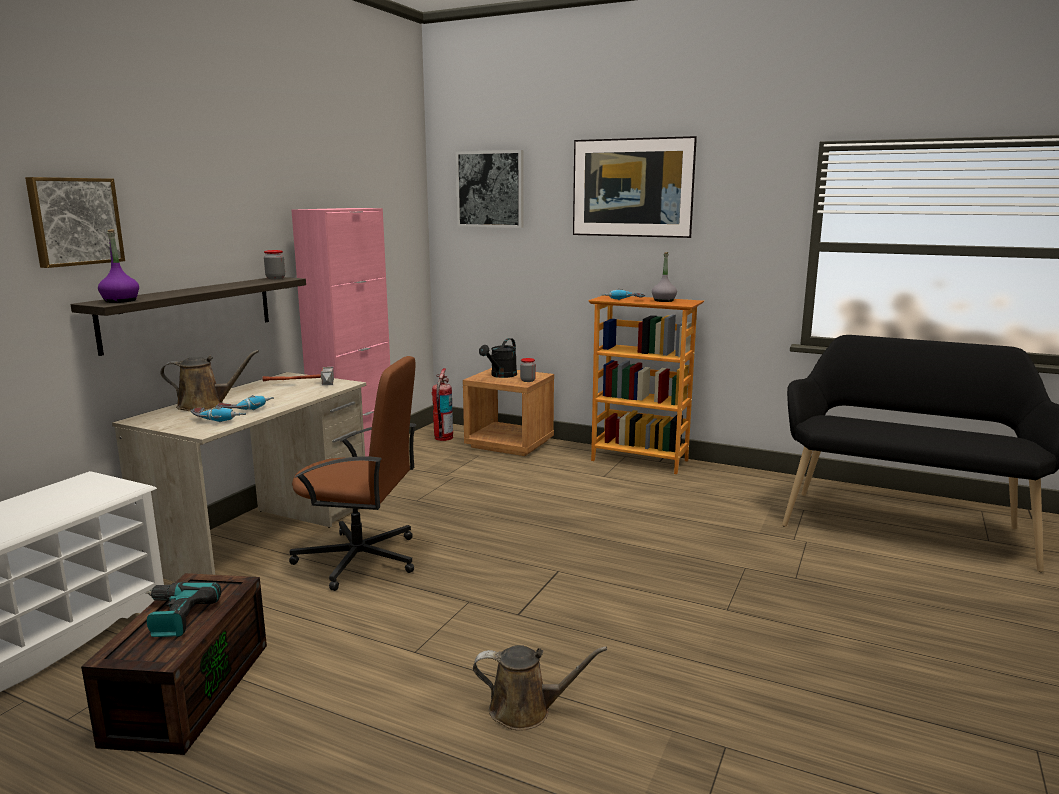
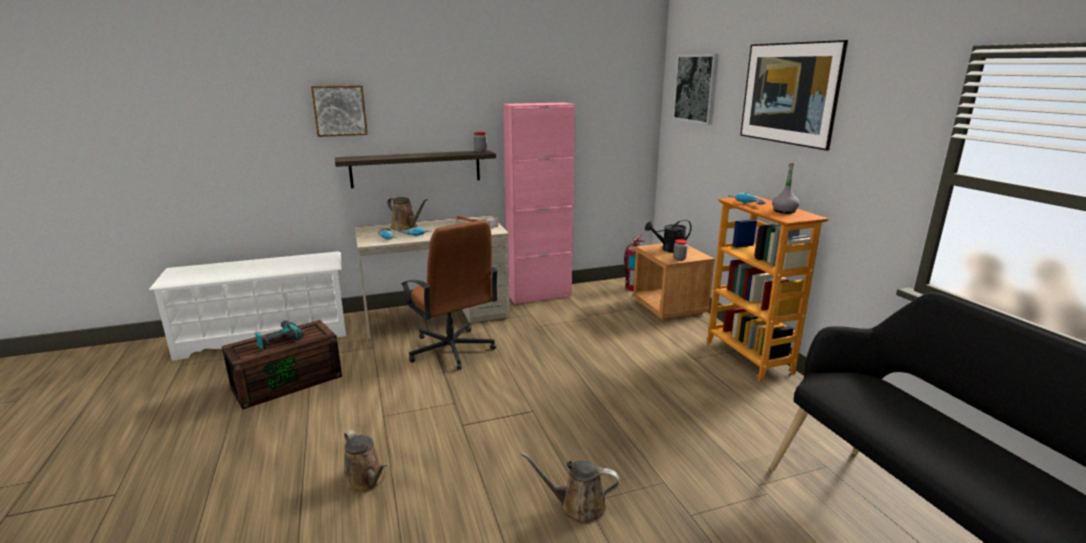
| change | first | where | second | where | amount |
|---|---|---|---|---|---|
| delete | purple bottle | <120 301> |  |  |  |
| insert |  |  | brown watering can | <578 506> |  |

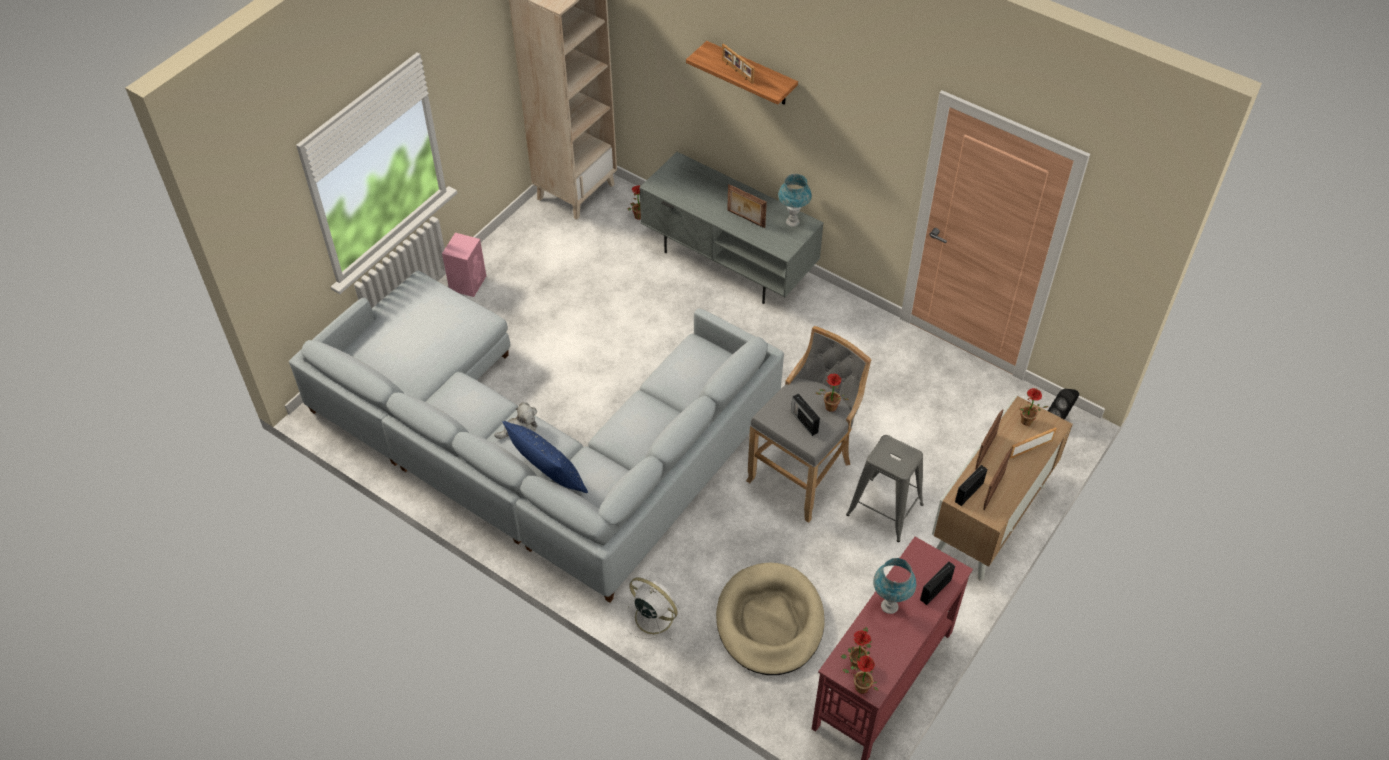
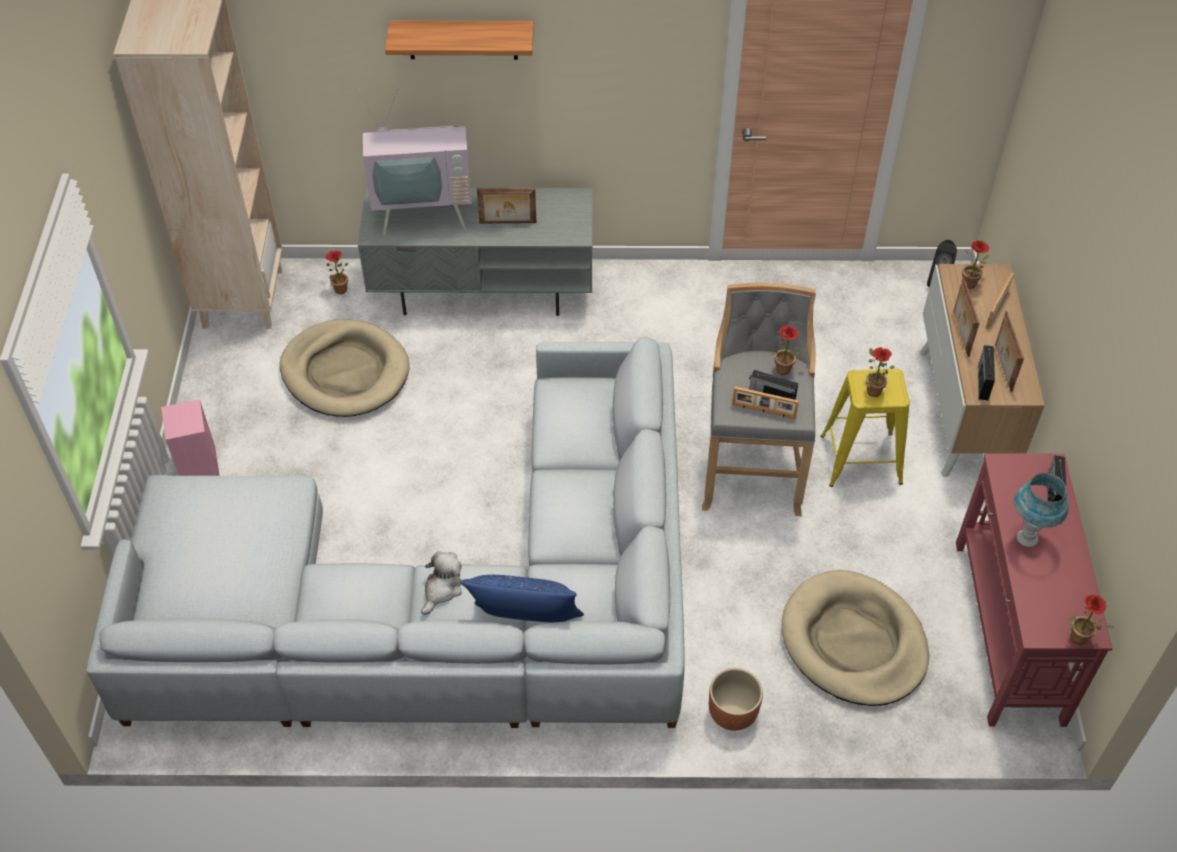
| change | first | where | second | where | amount |
|---|---|---|---|---|---|
| delete | blue table lamp | <792 222> |  |  |  |
| insert |  |  | beige dog bed | <345 372> |  |
| insert |  |  | television | <424 214> |  |
| move | picture frame | <737 71> |  | <763 411> |  |
| move | potted plant | <857 660> |  | <871 389> |  |
| replace | white fan | <652 616> | brown planter | <732 713> |  |
| recolor | grey stool | <884 509> | yellow stool | <861 459> |  |

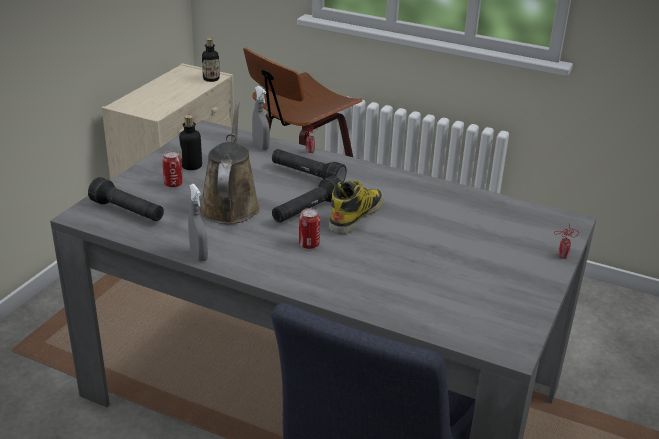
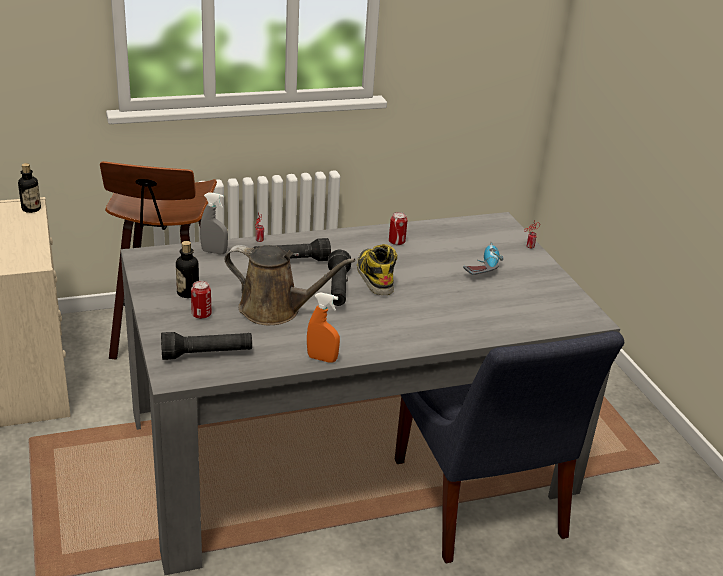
| change | first | where | second | where | amount |
|---|---|---|---|---|---|
| insert |  |  | power drill | <482 266> |  |
| move | can | <309 244> |  | <396 242> |  |
| recolor | grey spray bottle | <199 255> | orange spray bottle | <322 359> |  |
| rotate | brown watering can | <230 204> |  | <275 310> | 150 degrees clockwise |

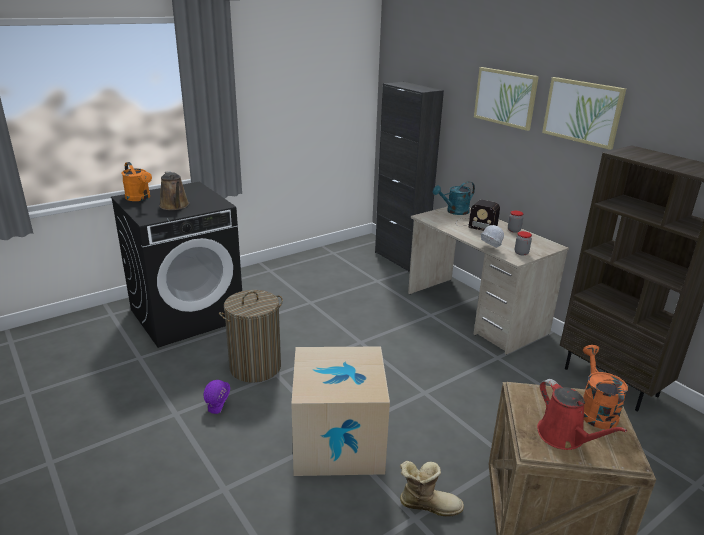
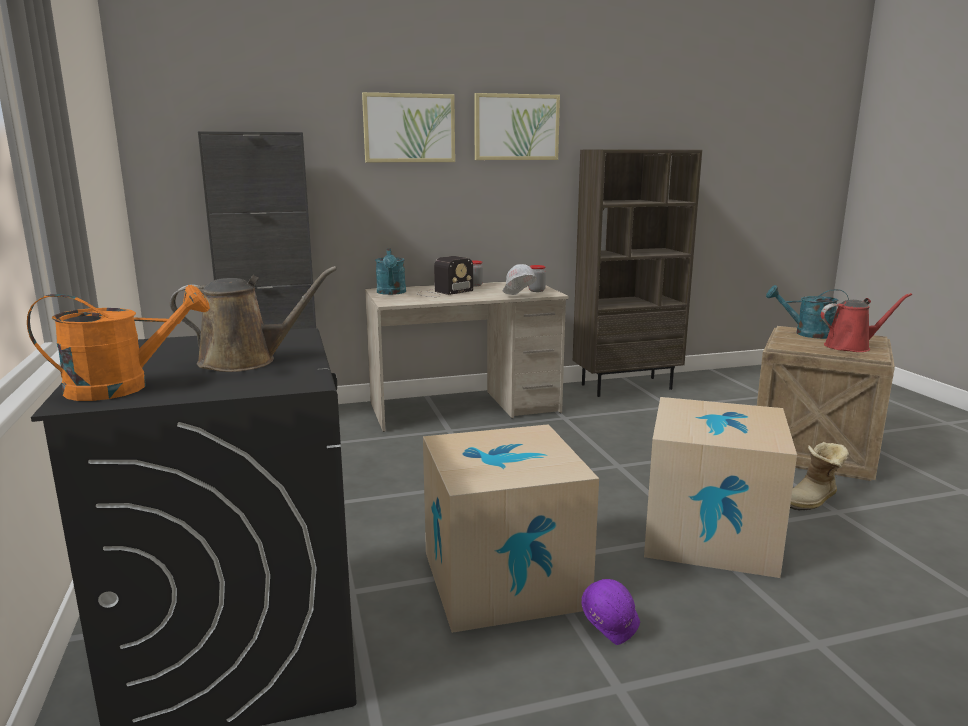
| change | first | where | second | where | amount |
|---|---|---|---|---|---|
| replace | laundry basket | <255 367> | cardboard box | <503 579> |  |
| recolor | orange watering can | <595 410> | turquoise watering can | <806 334> |  |
| rotate | boot | <428 504> |  | <813 500> | 150 degrees counterclockwise |

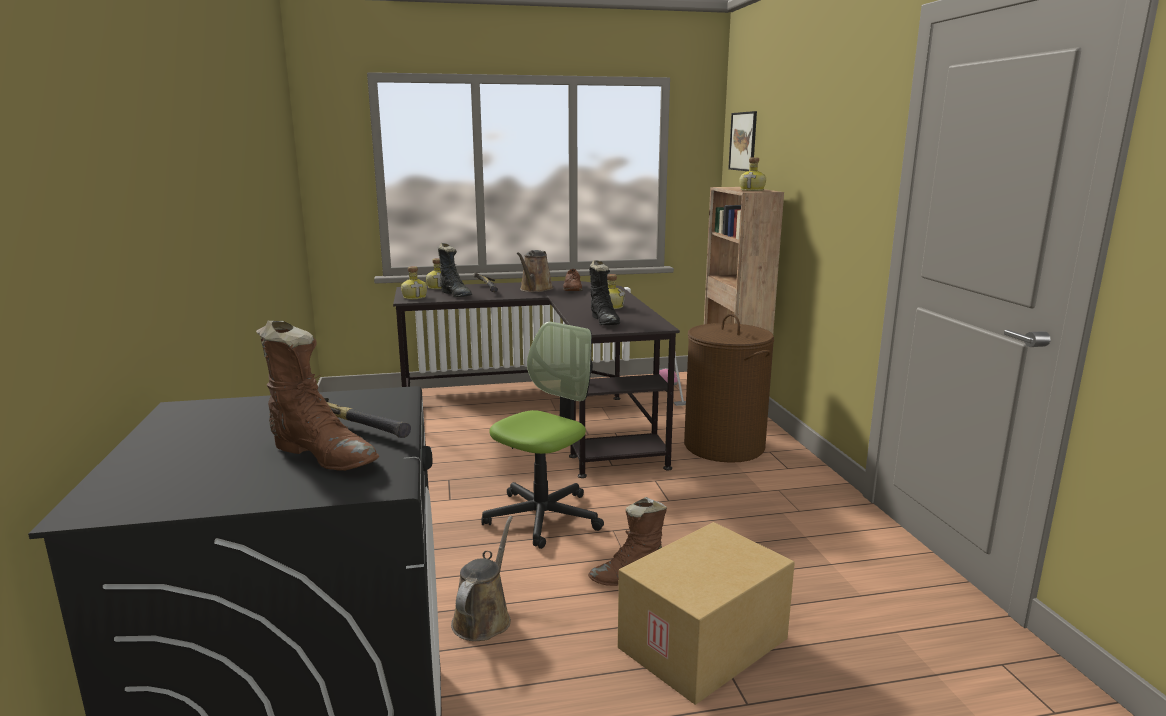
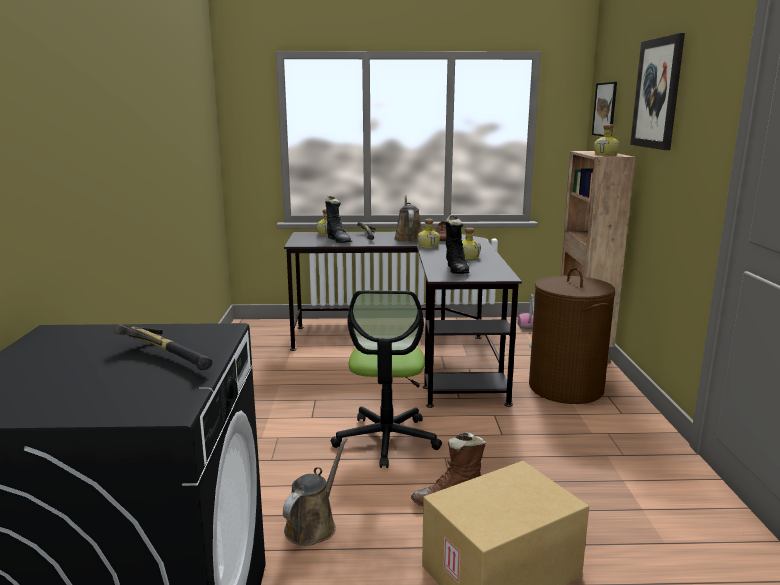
| change | first | where | second | where | amount |
|---|---|---|---|---|---|
| delete | brown boot | <324 455> |  |  |  |
| insert |  |  | picture | <657 93> |  |
| move | bottle | <415 297> |  | <428 246> |  |
| rotate | office chair | <543 517> |  | <386 440> | 135 degrees clockwise |
| rotate | brown watering can | <535 289> |  | <408 238> | 150 degrees clockwise |

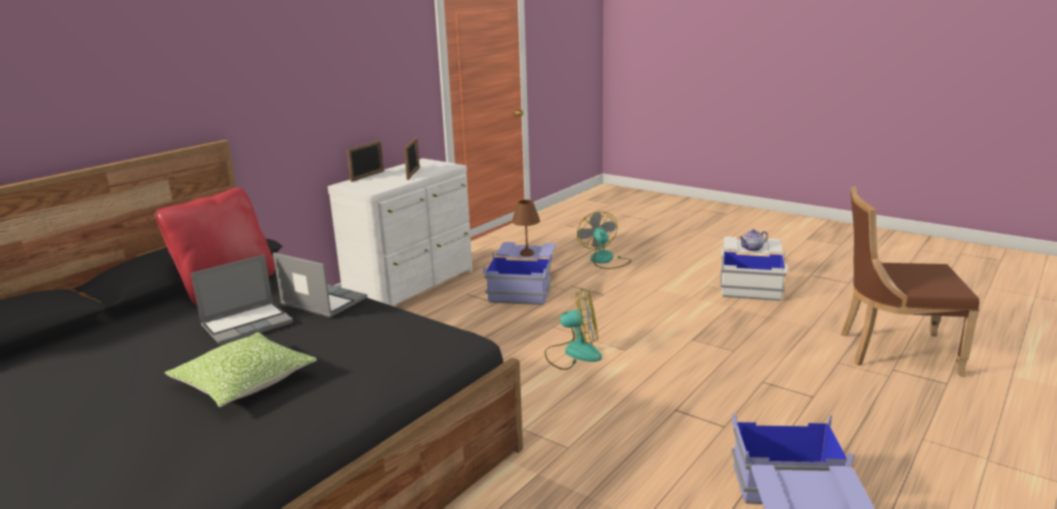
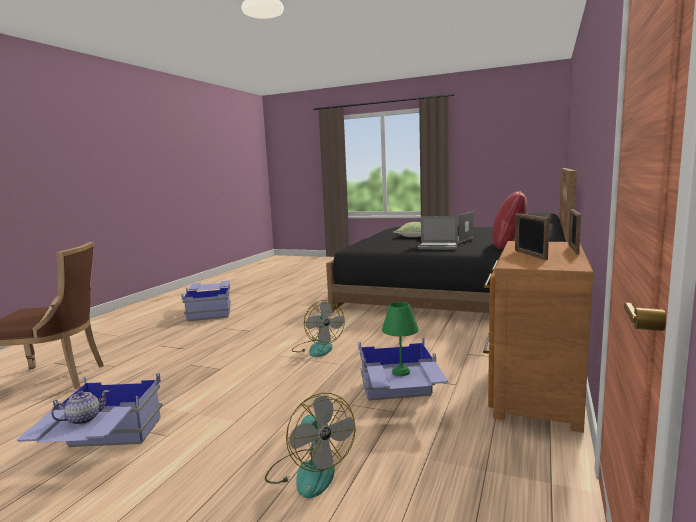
| change | first | where | second | where | amount |
|---|---|---|---|---|---|
| recolor | white dresser | <413 285> | brown dresser | <533 387> |  |
| recolor | brown table lamp | <526 254> | green table lamp | <401 372> |  |
| recolor | white storage box | <750 283> | blue storage box | <101 449> |  |
| rotate | fan | <573 353> |  | <317 348> | 105 degrees counterclockwise |

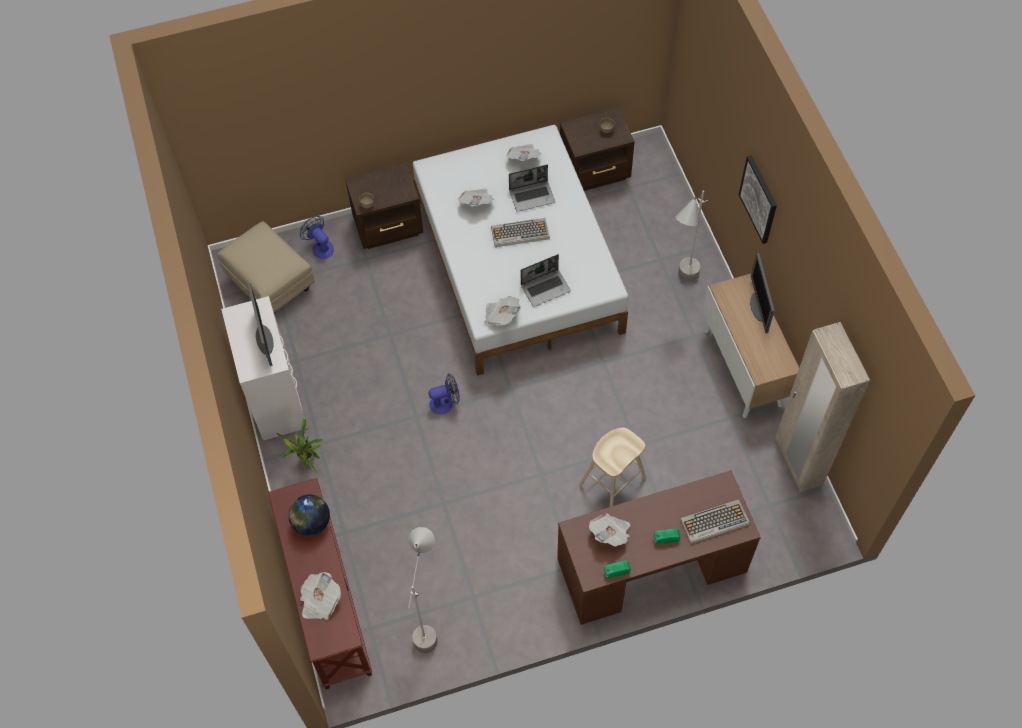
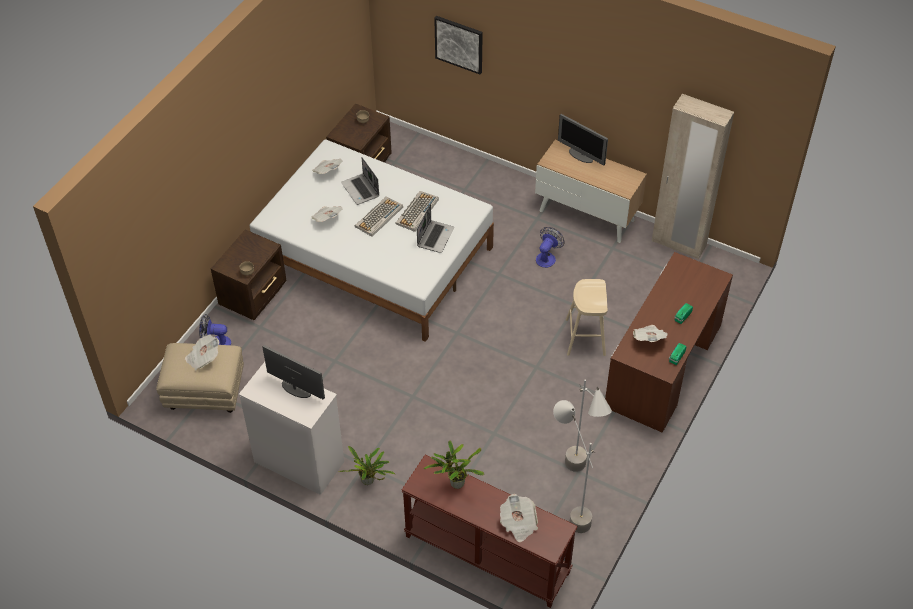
| change | first | where | second | where | amount |
|---|---|---|---|---|---|
| move | fan | <445 403> |  | <547 257> |  |
| move | newspaper | <501 315> |  | <203 358> |  |
| move | grey floor lamp | <681 287> |  | <581 477> |  |
| move | keyboard | <714 522> |  | <417 212> |  |
| move | picture | <759 199> |  | <459 44> |  |
| replace | globe | <311 523> | potted plant | <455 483> |  |
| rotate | laptop | <532 196> |  | <361 190> | 120 degrees clockwise |

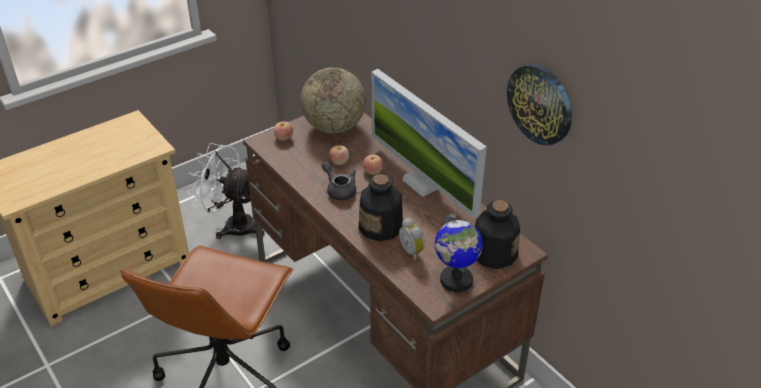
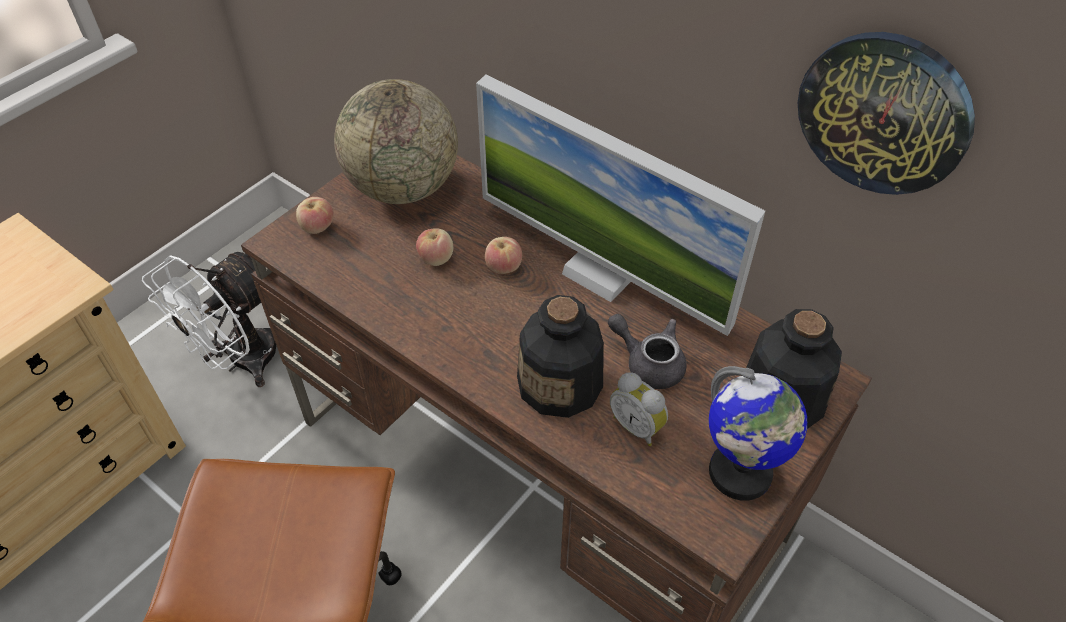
| change | first | where | second | where | amount |
|---|---|---|---|---|---|
| move | grey teapot | <339 190> |  | <648 363> |  |
| rotate | white fan | <233 225> |  | <242 362> | 60 degrees counterclockwise |

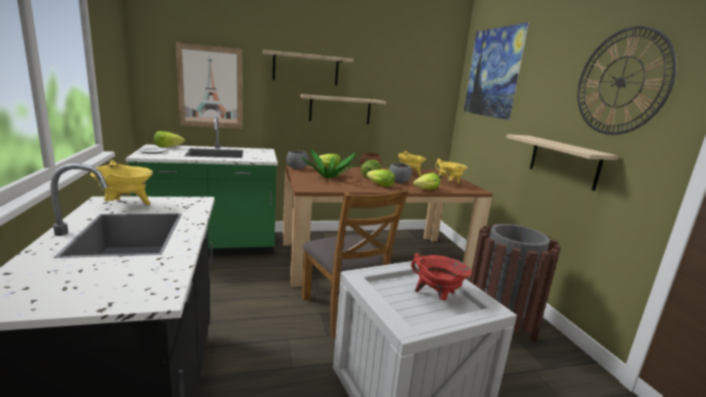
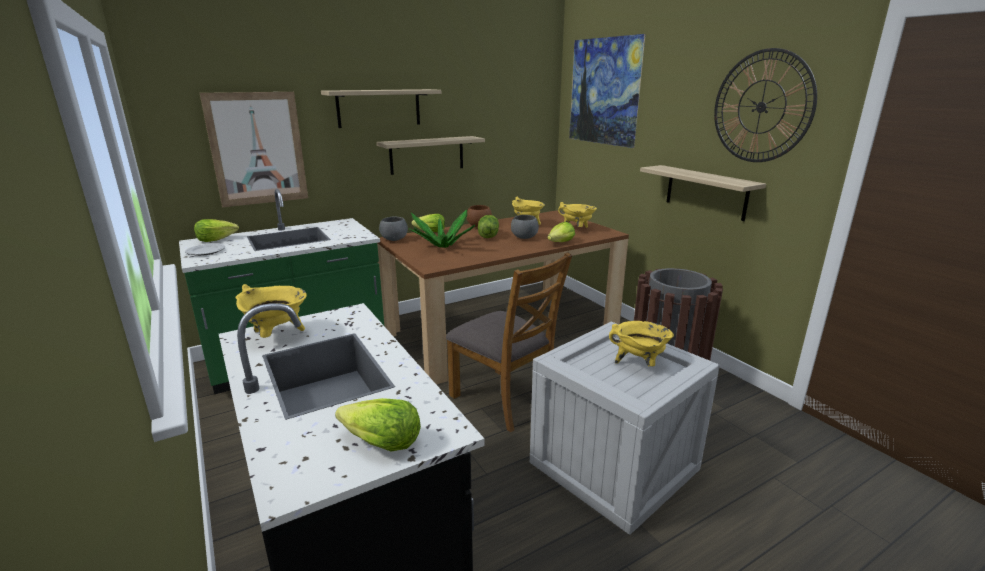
| change | first | where | second | where | amount |
|---|---|---|---|---|---|
| move | lettuce | <380 185> |  | <381 443> |  |
| recolor | red cooking pot | <437 297> | yellow cooking pot | <639 364> |  |

